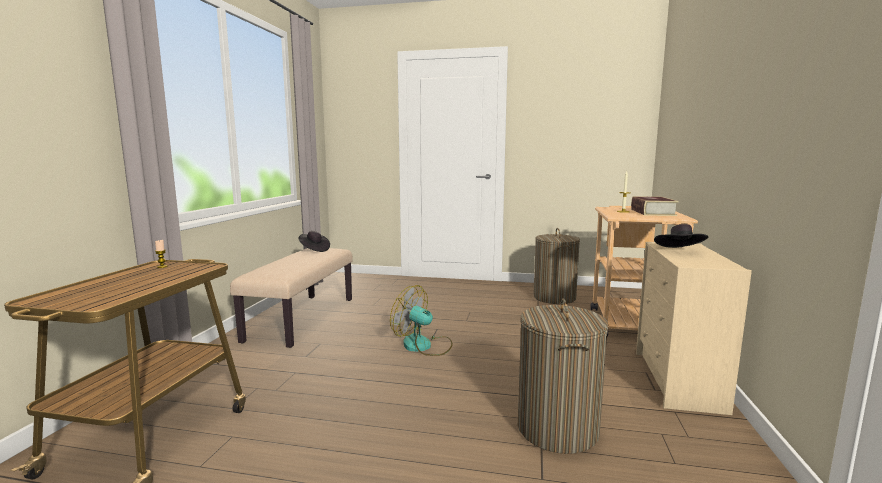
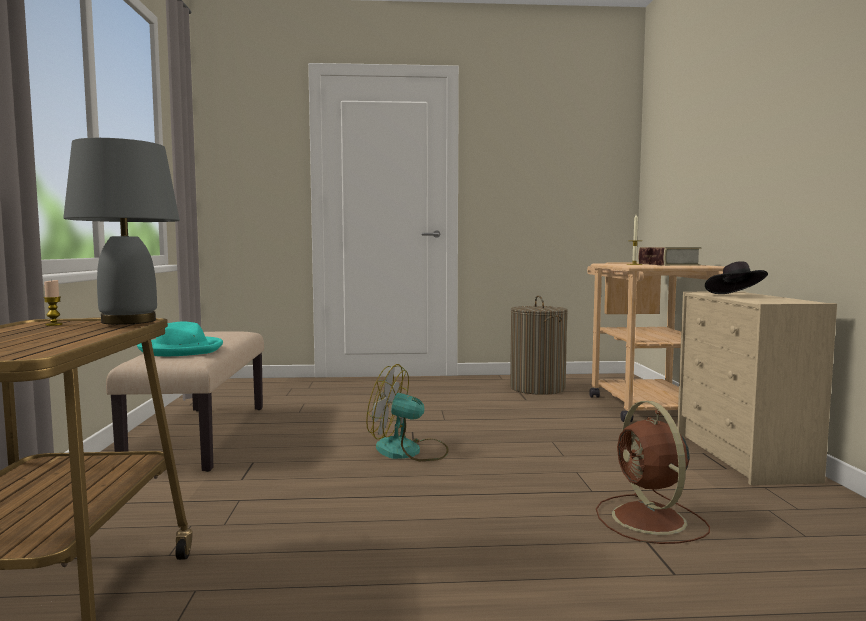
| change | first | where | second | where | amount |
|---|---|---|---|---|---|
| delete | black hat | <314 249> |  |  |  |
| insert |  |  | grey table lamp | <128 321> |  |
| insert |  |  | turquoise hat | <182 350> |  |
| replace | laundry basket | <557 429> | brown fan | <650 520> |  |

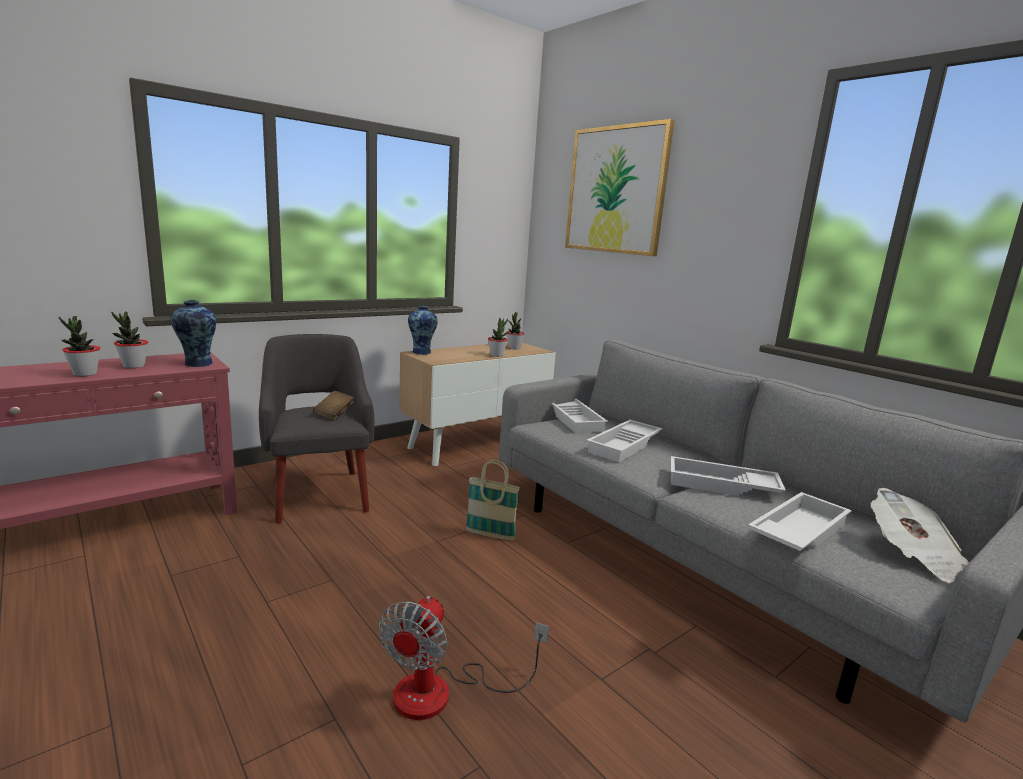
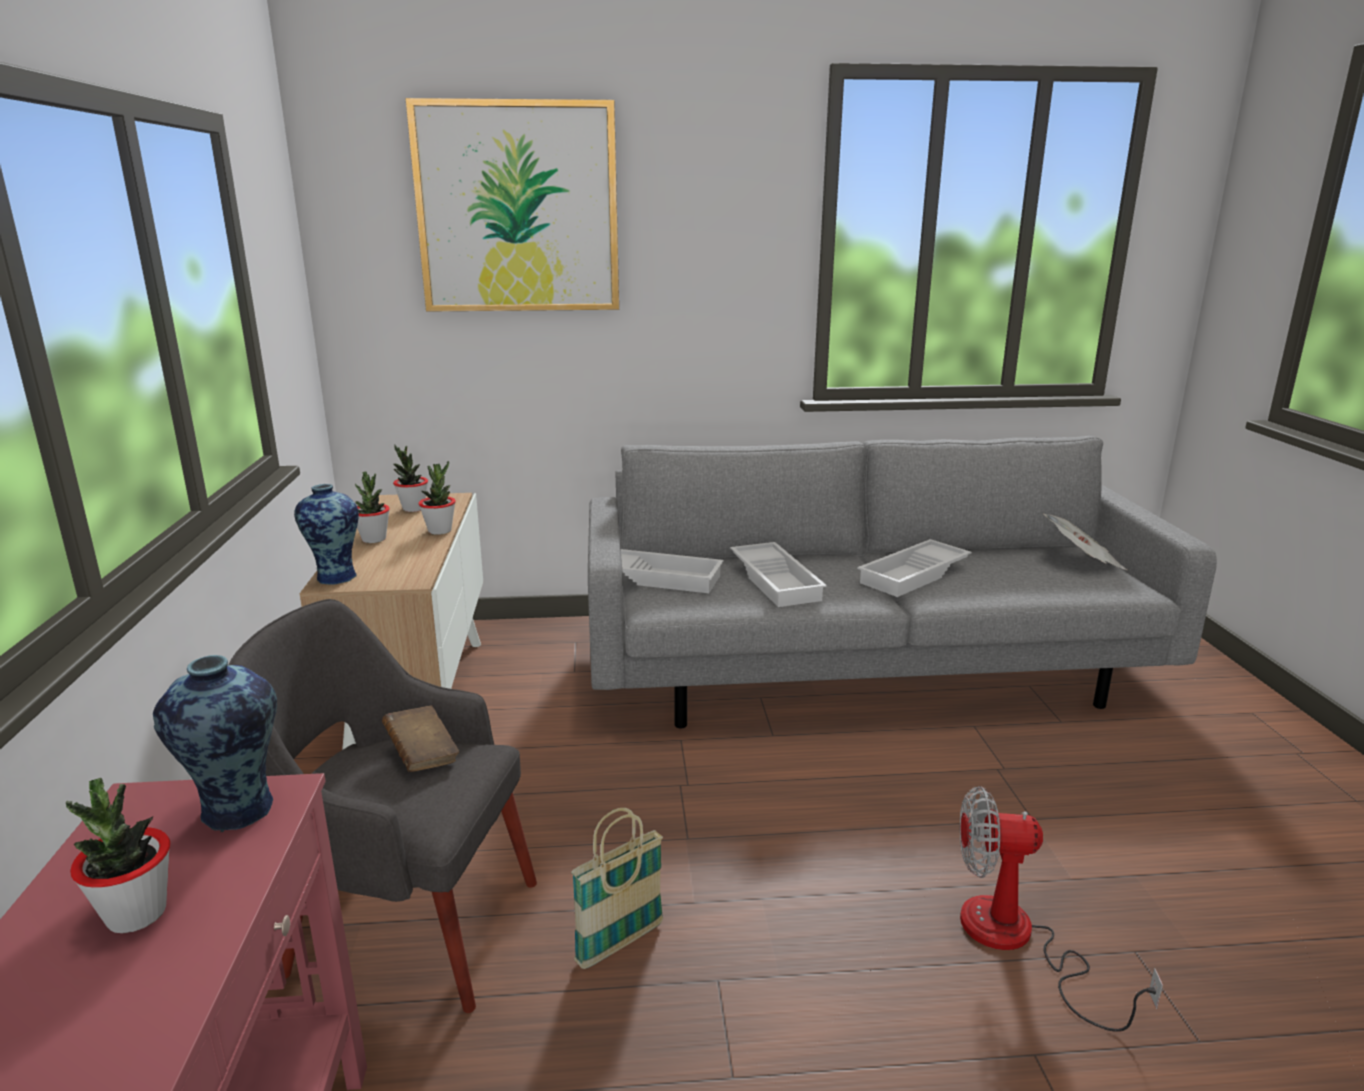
| change | first | where | second | where | amount |
|---|---|---|---|---|---|
| delete | white tray | <797 531> |  |  |  |
| move | potted plant | <85 374> |  | <374 539> |  |
| move | basket | <490 535> |  | <620 943> |  |
| rotate | fan | <442 692> |  | <1016 942> | 135 degrees clockwise |

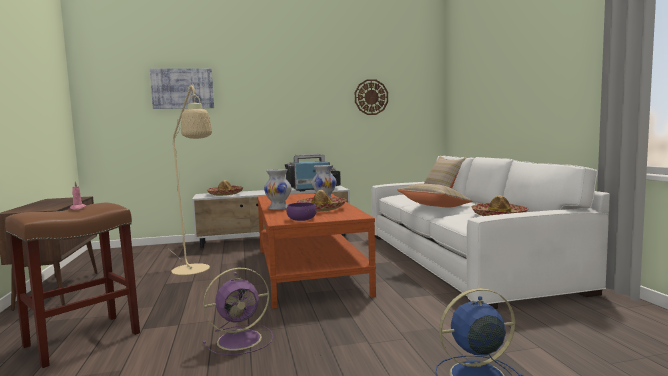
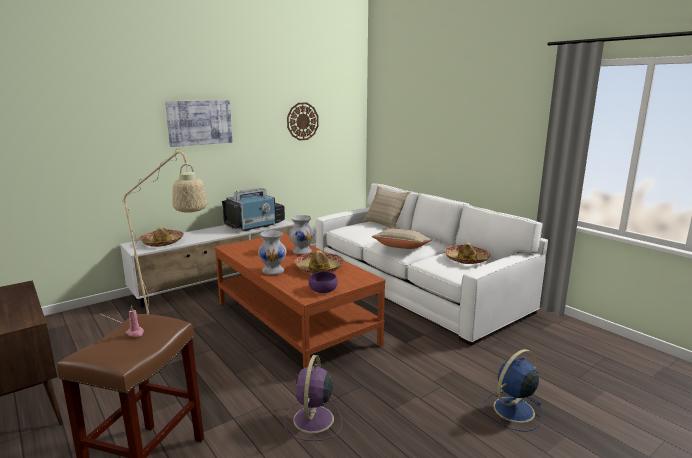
| change | first | where | second | where | amount |
|---|---|---|---|---|---|
| move | picture | <182 88> |  | <199 122> |  |
| rotate | purple fan | <241 339> |  | <313 420> | 150 degrees clockwise |

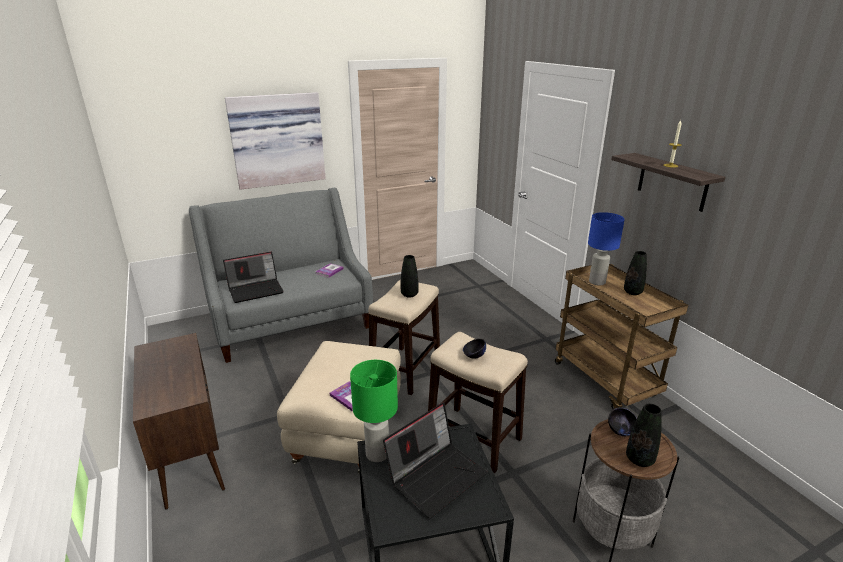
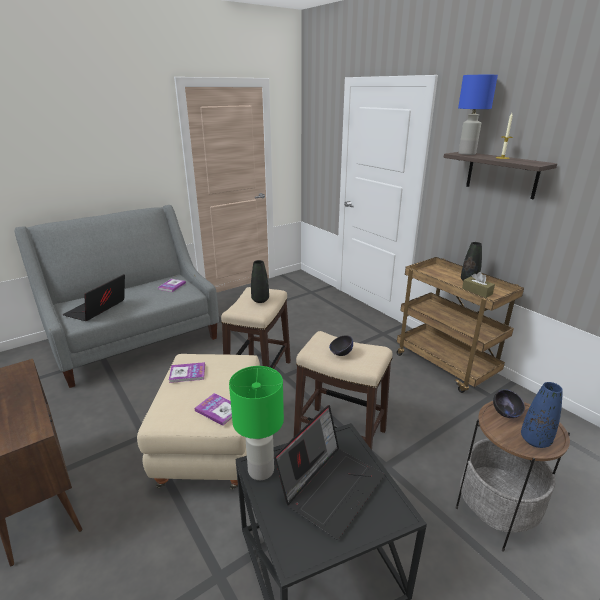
| change | first | where | second | where | amount |
|---|---|---|---|---|---|
| delete | picture | <277 140> |  |  |  |
| insert |  |  | book | <187 373> |  |
| insert |  |  | brown tissue box | <477 292> |  |
| move | blue table lamp | <596 282> |  | <466 154> |  |
| recolor | black vase | <639 459> | blue vase | <535 440> |  |
| rotate | laptop | <256 290> |  | <97 309> | 150 degrees clockwise |

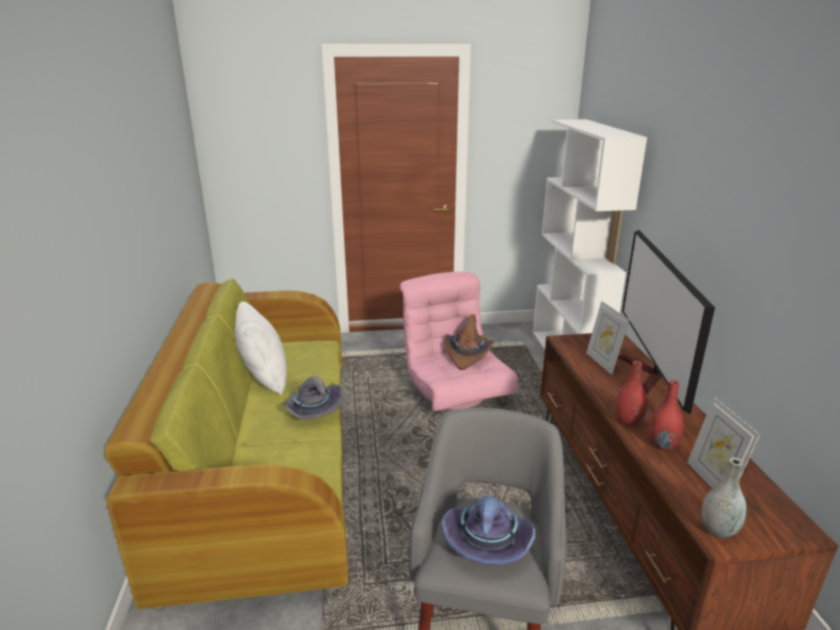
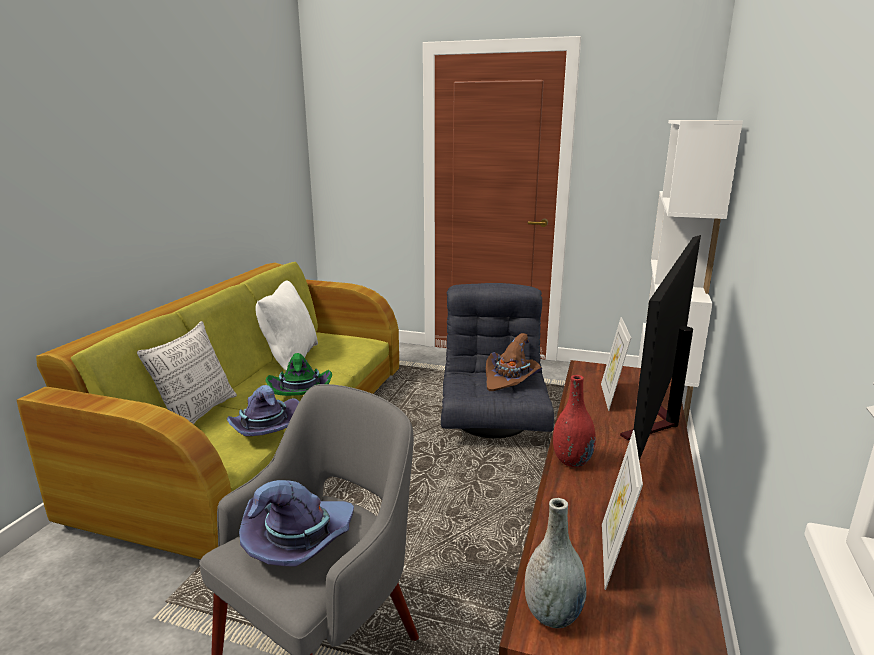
| change | first | where | second | where | amount |
|---|---|---|---|---|---|
| delete | red vase | <662 445> |  |  |  |
| insert |  |  | pillow | <198 414> |  |
| insert |  |  | purple hat | <264 429> |  |
| recolor | grey hat | <312 411> | green hat | <300 392> |  |
| recolor | pink armchair | <455 393> | grey armchair | <493 421> |  |

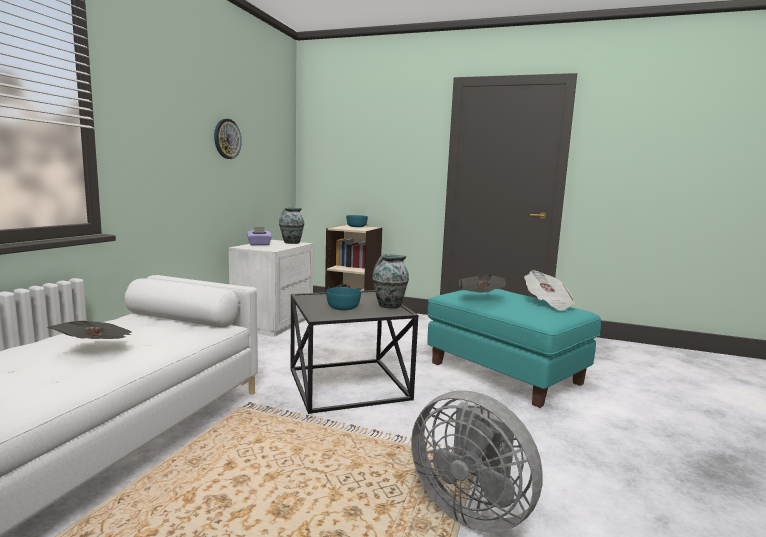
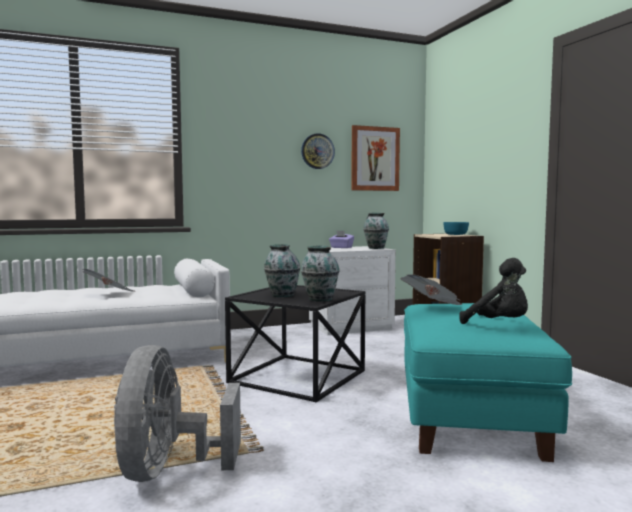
| change | first | where | second | where | amount |
|---|---|---|---|---|---|
| insert |  |  | picture | <375 159> |  |
| replace | turquoise bowl | <342 307> | vase | <282 295> |  |
| replace | newspaper | <548 303> | black plush toy | <499 324> |  |

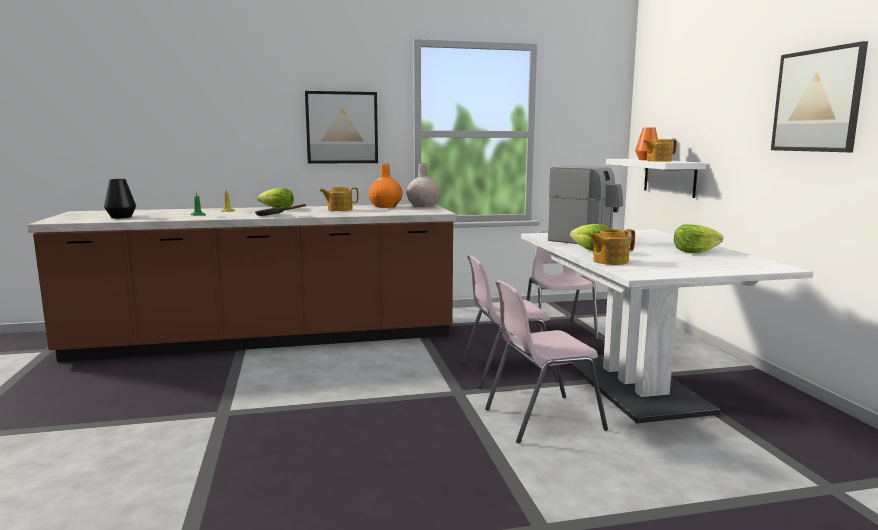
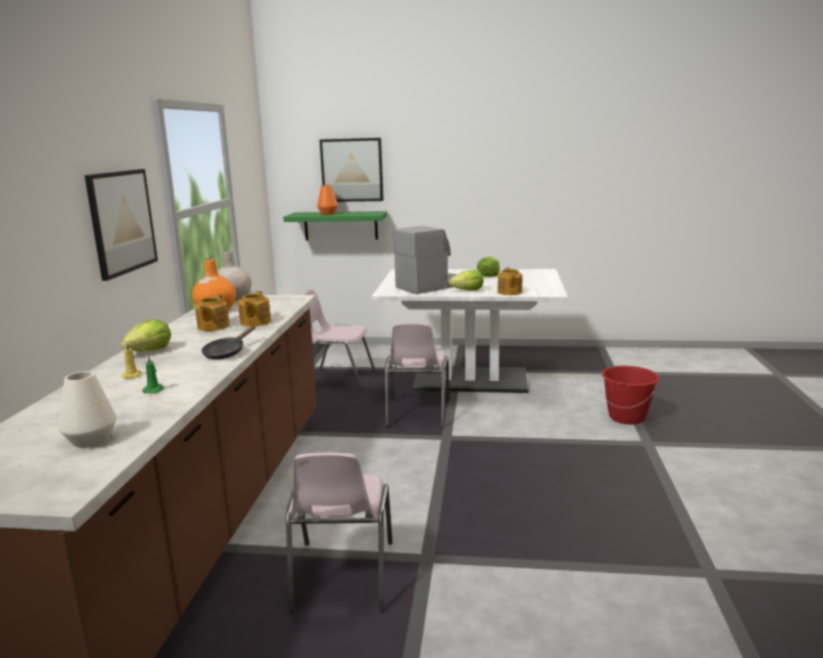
| change | first | where | second | where | amount |
|---|---|---|---|---|---|
| insert |  |  | red bucket | <627 417> |  |
| move | pink chair | <541 419> |  | <341 577> |  |
| move | teapot | <658 161> |  | <255 322> |  |
| move | picture | <817 100> |  | <352 170> |  |
| recolor | black vase | <121 217> | white vase | <91 440> |  |
| recolor | white shelf | <669 177> | green shelf | <340 225> |  |

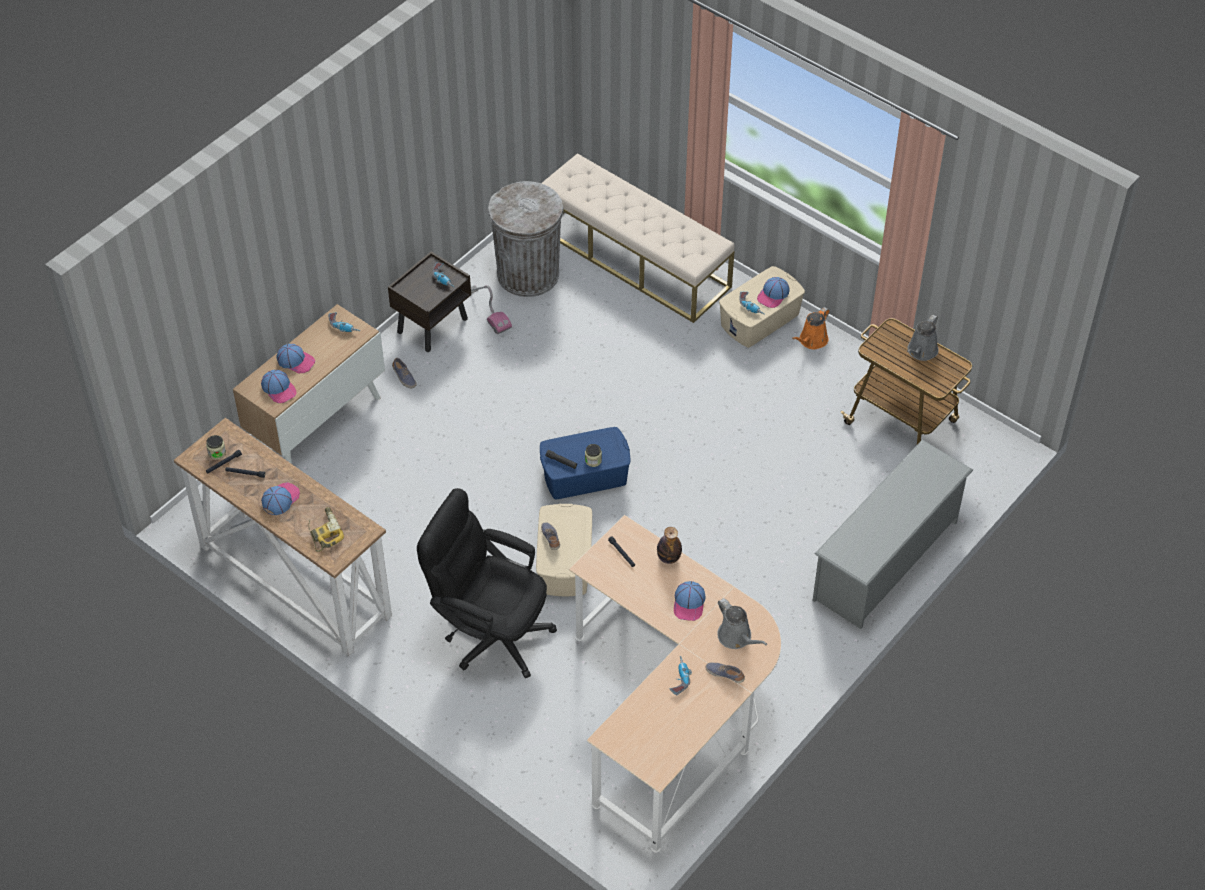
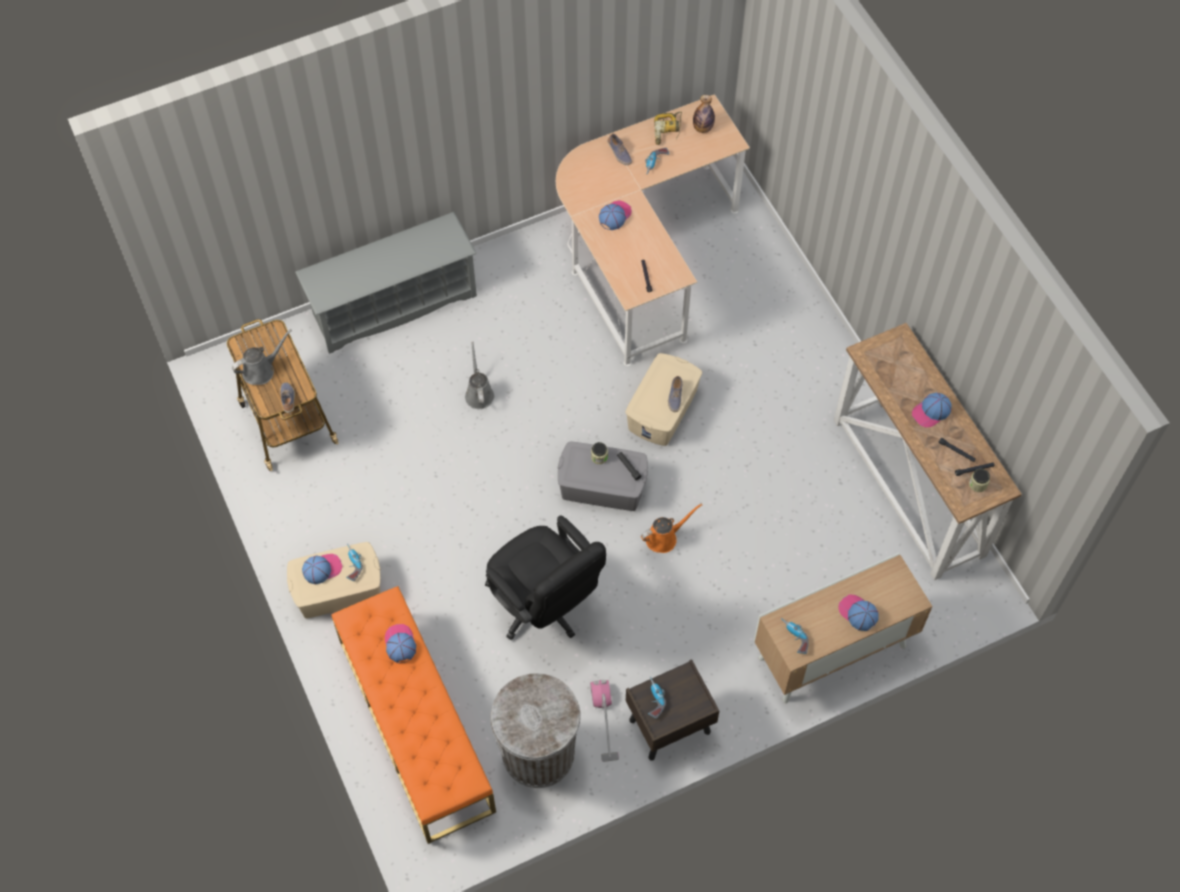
| change | first | where | second | where | amount |
|---|---|---|---|---|---|
| move | cap | <279 389> |  | <400 644> |  |
| move | power drill | <324 532> |  | <667 131> |  |
| move | shoe | <404 377> |  | <288 399> |  |
| move | black office chair | <490 632> |  | <544 606> |  |
| move | bottle | <668 558> |  | <702 128> |  |
| move | grey watering can | <736 637> |  | <479 393> |  |
| move | orange watering can | <811 341> |  | <664 538> |  |
| recolor | blue storage box | <584 475> | grey storage box | <602 487> |  |
| recolor | beige bench | <634 258> | orange bench | <415 725> |  |

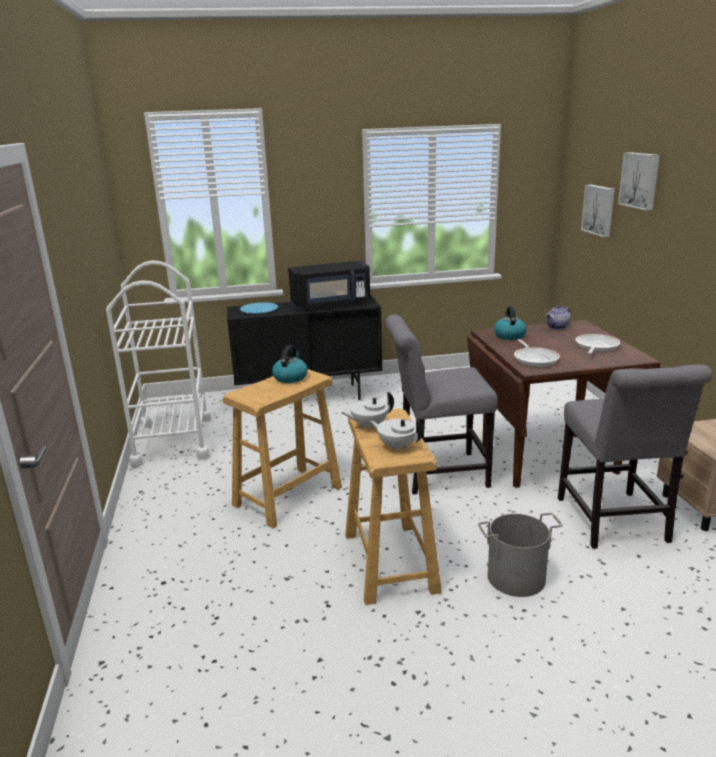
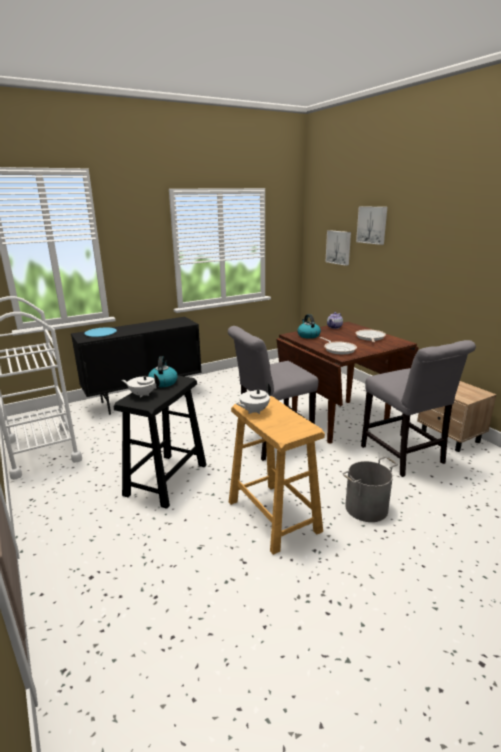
| change | first | where | second | where | amount |
|---|---|---|---|---|---|
| delete | black microwave | <331 304> |  |  |  |
| move | white teapot | <397 446> |  | <142 394> |  |
| recolor | beige stool | <288 496> | black stool | <167 479> |  |

